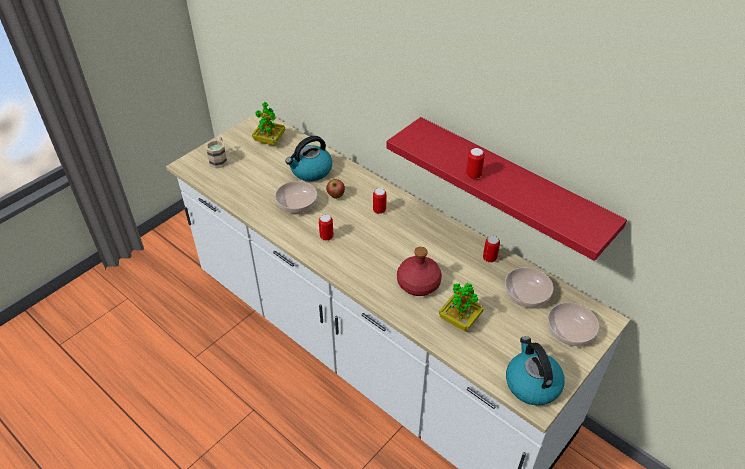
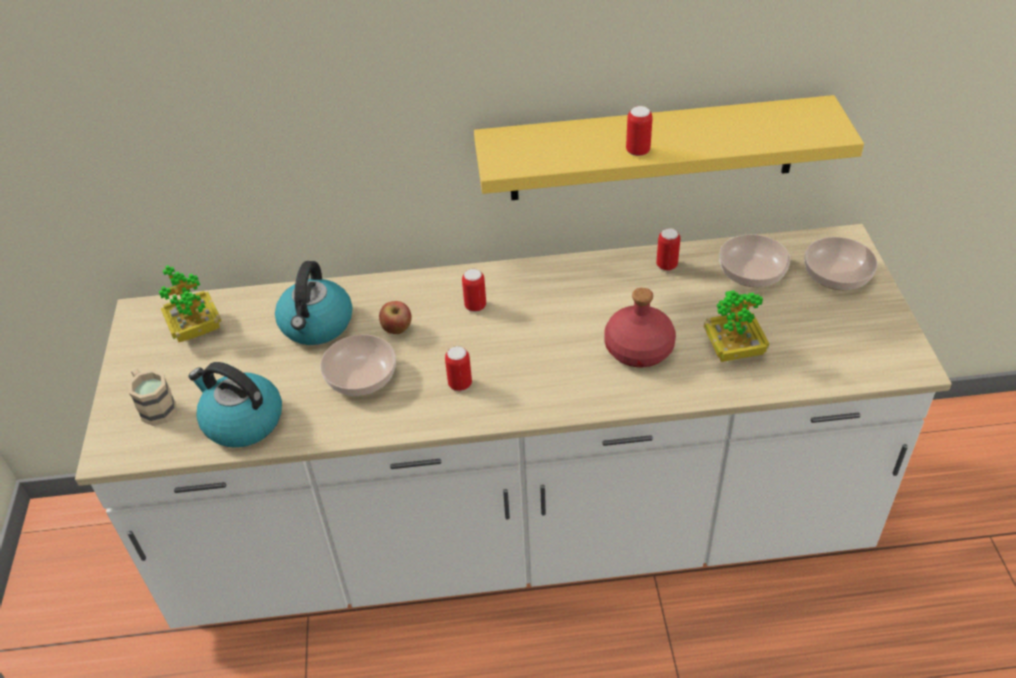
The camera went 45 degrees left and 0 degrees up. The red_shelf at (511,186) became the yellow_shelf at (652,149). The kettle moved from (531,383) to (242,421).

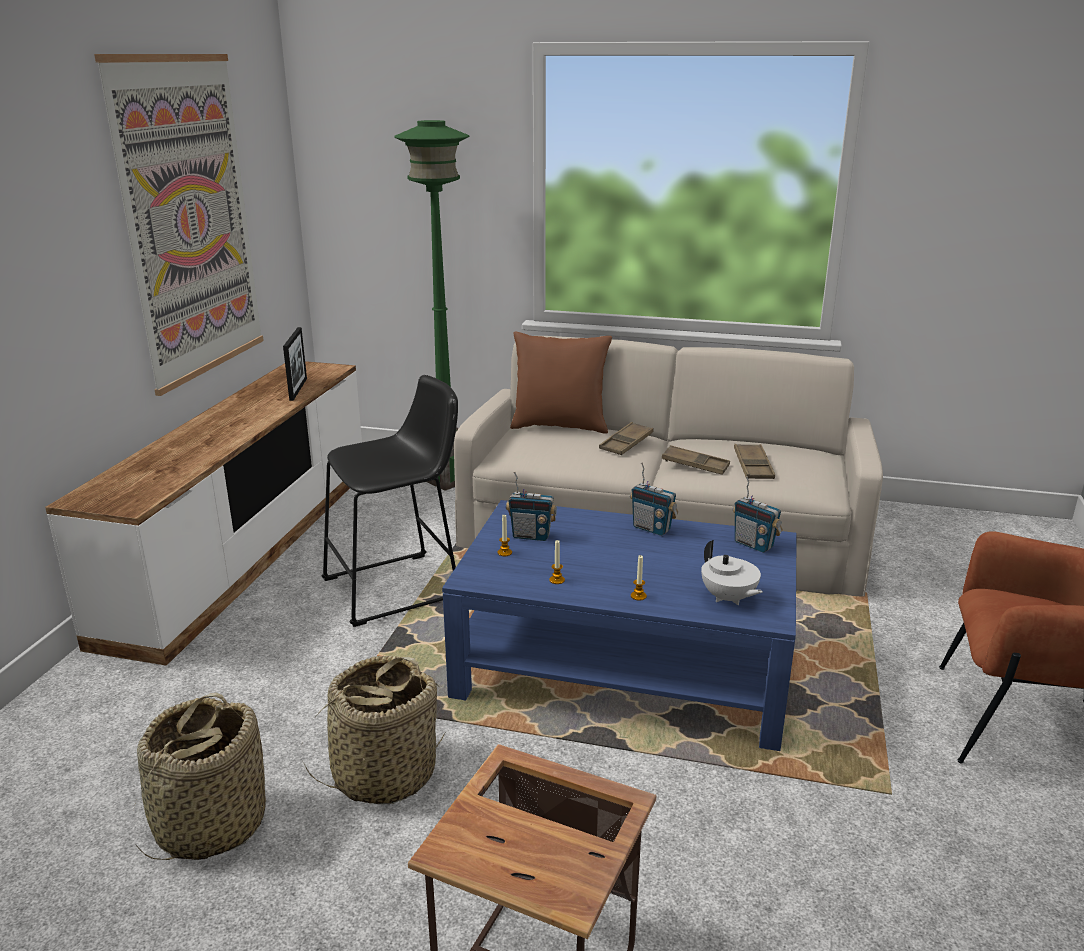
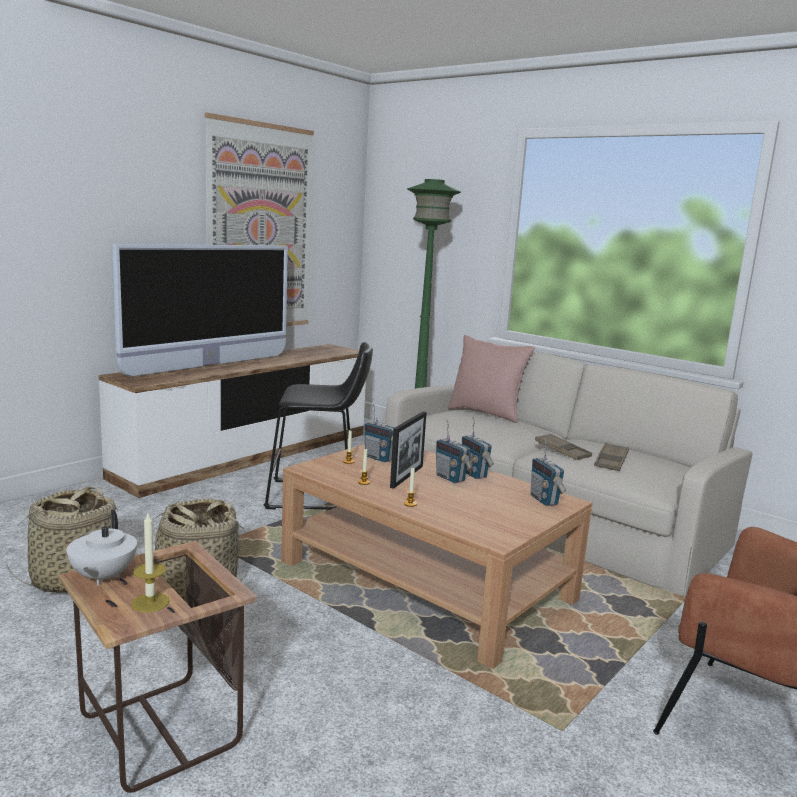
The camera went 25 degrees right and 10 degrees down. The picture_frame moved from (298,389) to (407,476). The blue_coffee_table at (626,665) became the brown_coffee_table at (427,581). The brown_pillow at (560,426) became the pink_pillow at (486,413). The brown_tray at (626,443) disappeared. The white_teapot moved from (728,598) to (102,577). The television at (209,365) appeared. The candle at (150,602) appeared. The radio at (450,478) appeared.

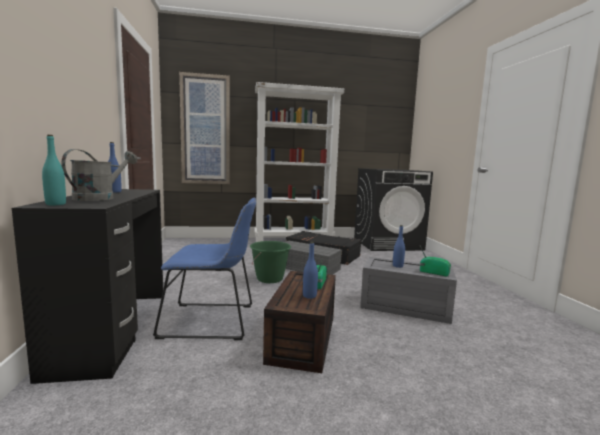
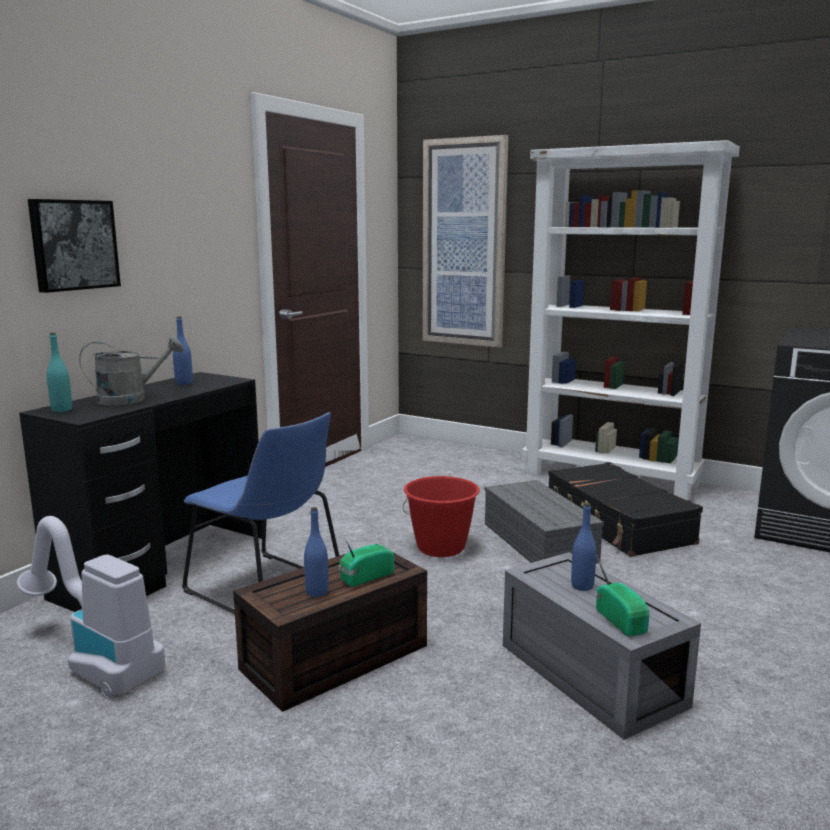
The camera went 40 degrees right and 5 degrees up. The green_bucket at (270,279) became the red_bucket at (441,548). The vacuum_cleaner at (95,661) appeared. The picture at (73,245) appeared.

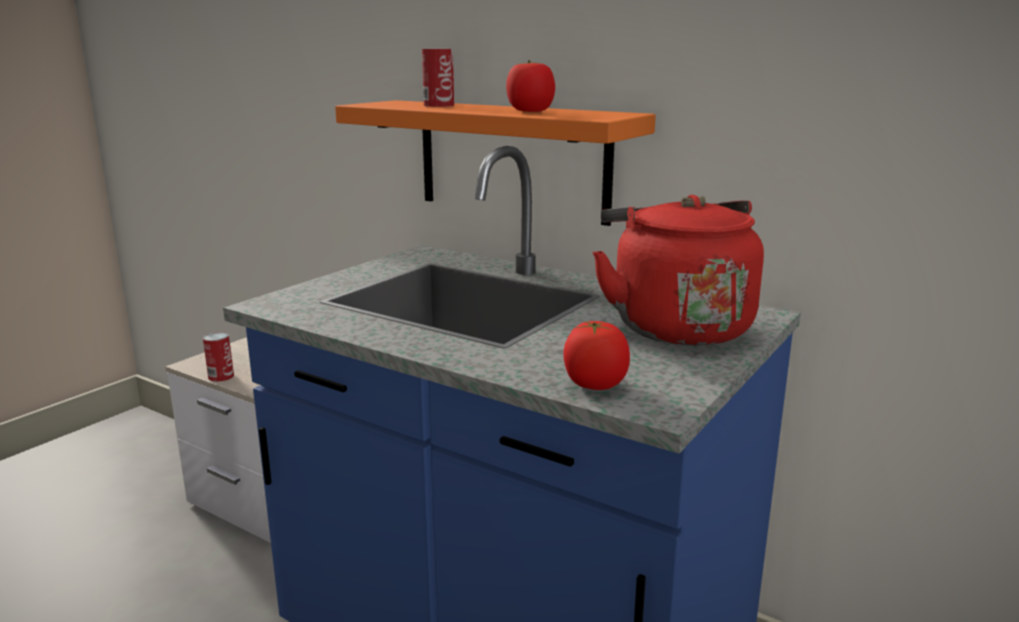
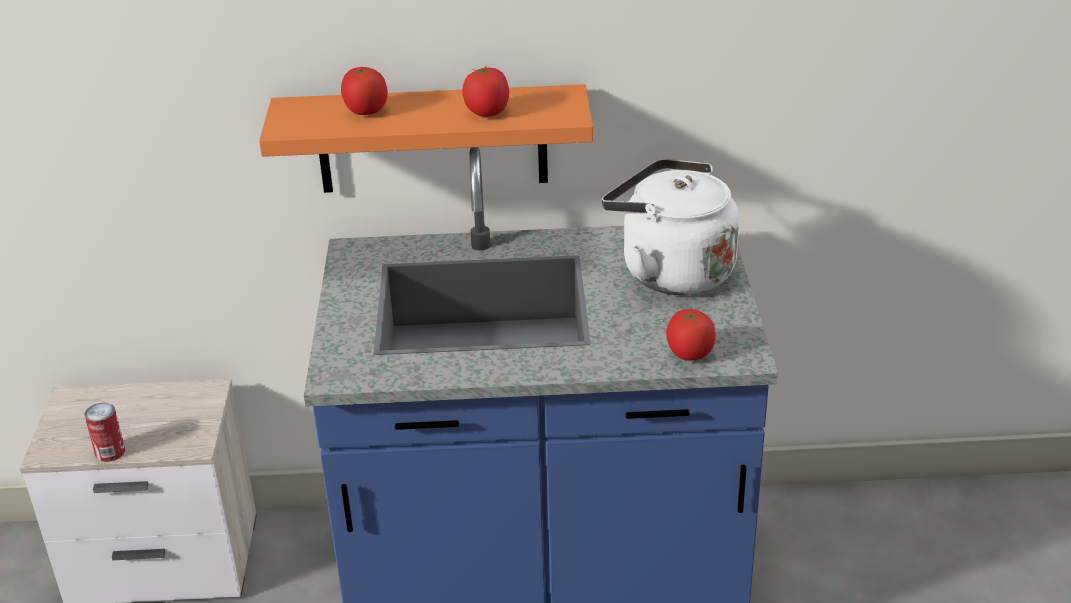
The camera went 35 degrees left and 15 degrees up. The can at (439,105) was replaced by the tomato at (365,111). The red_kettle at (676,326) became the white_kettle at (671,271).

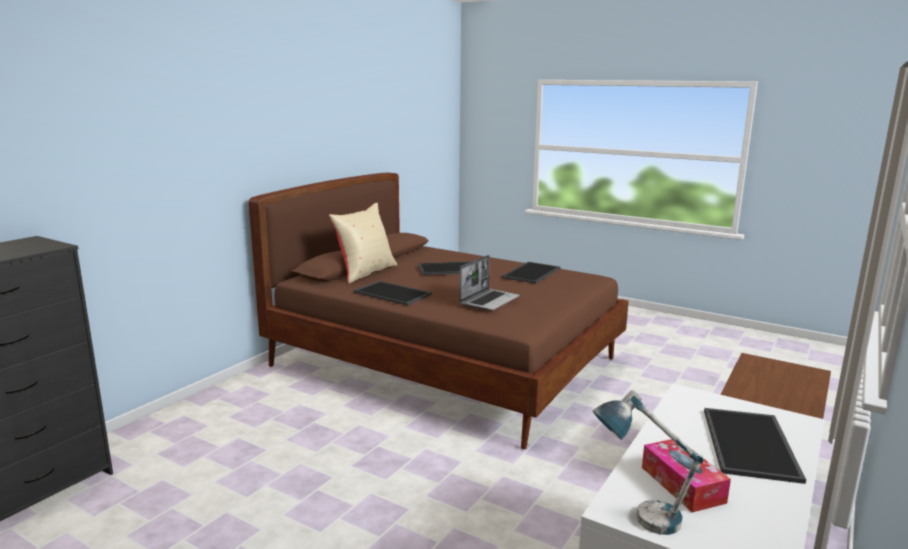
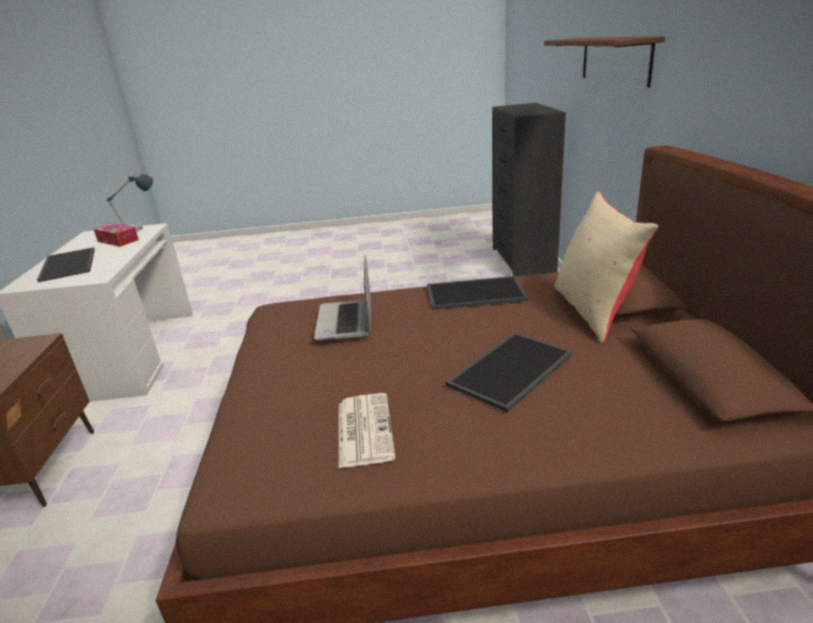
The camera went 145 degrees right and 10 degrees up. The tray at (532,273) was replaced by the newspaper at (363,429). The brown_shelf at (614,59) appeared.

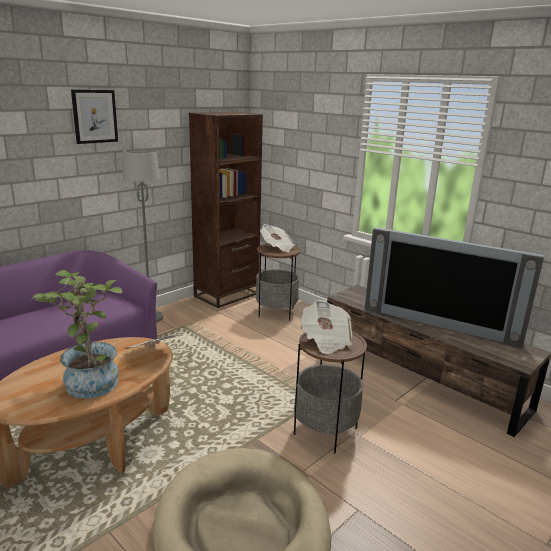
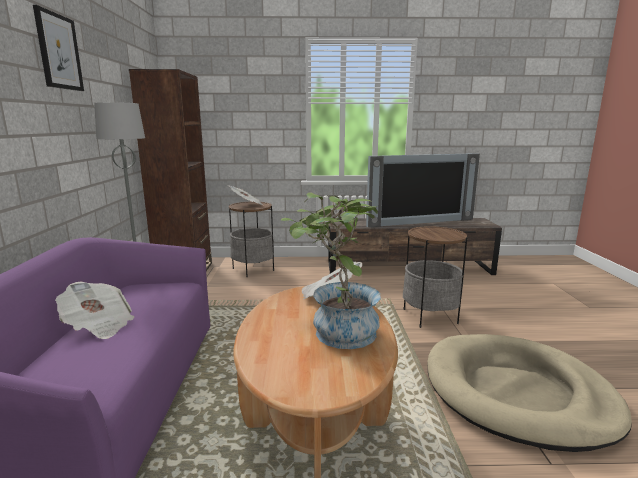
The camera went 45 degrees left and 5 degrees down. The newspaper moved from (325,340) to (98,325).

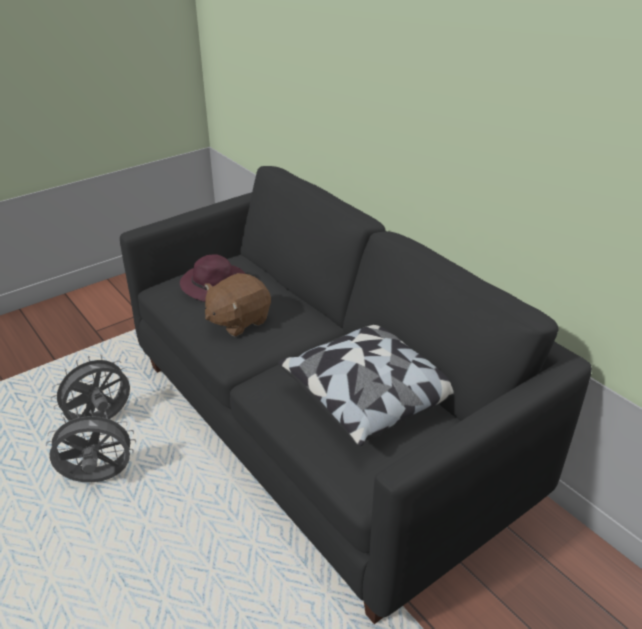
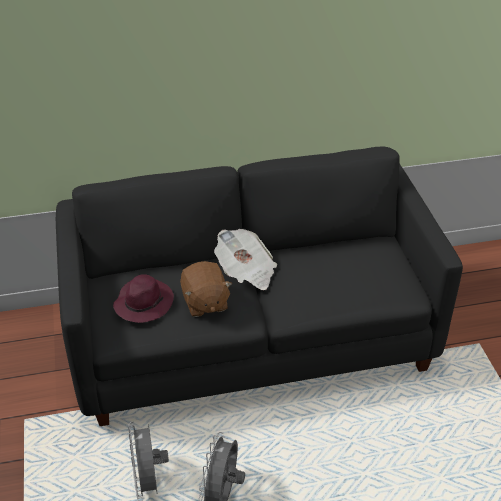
The camera went 65 degrees left and 5 degrees up. The pillow at (371,395) disappeared. The newspaper at (246,271) appeared.

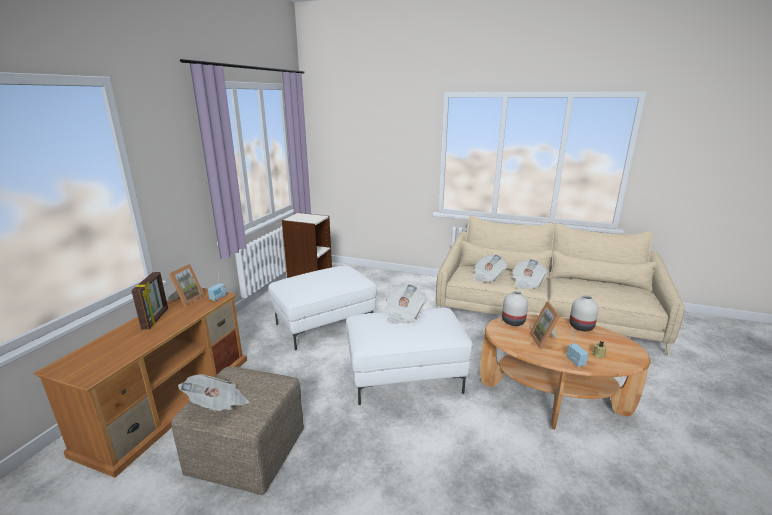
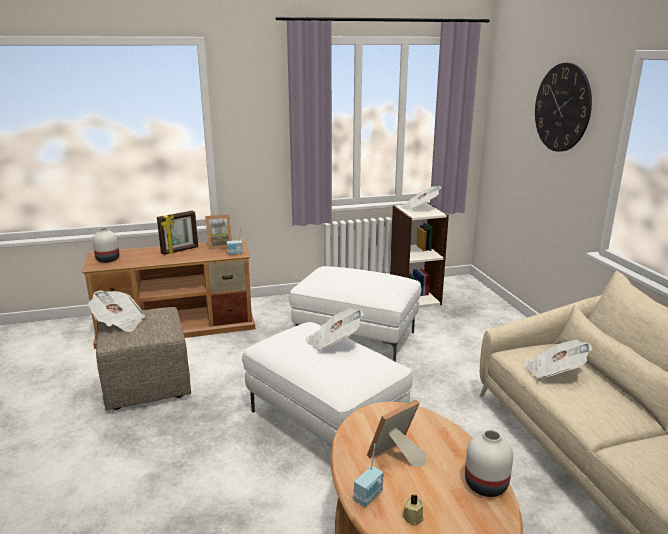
The camera went 55 degrees right and 0 degrees up. The white_vase moved from (512,322) to (107,259). The newspaper moved from (527,283) to (419,208). The wall_clock at (562,108) appeared.

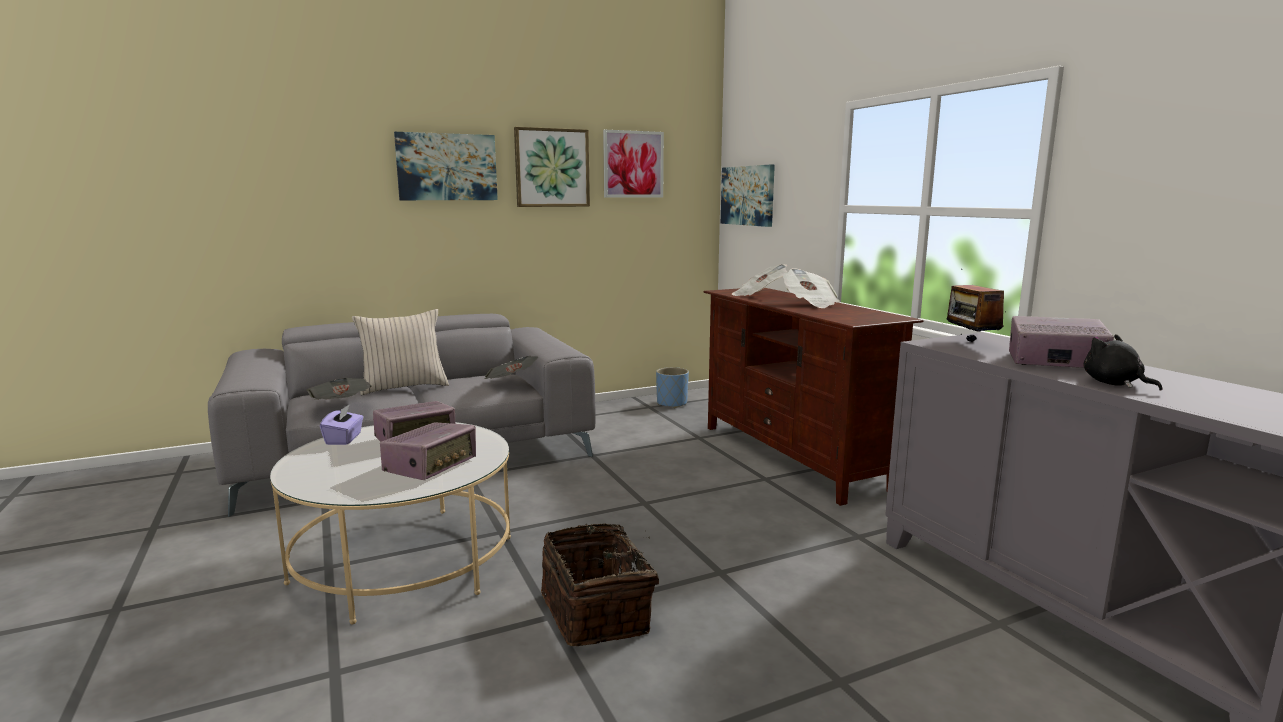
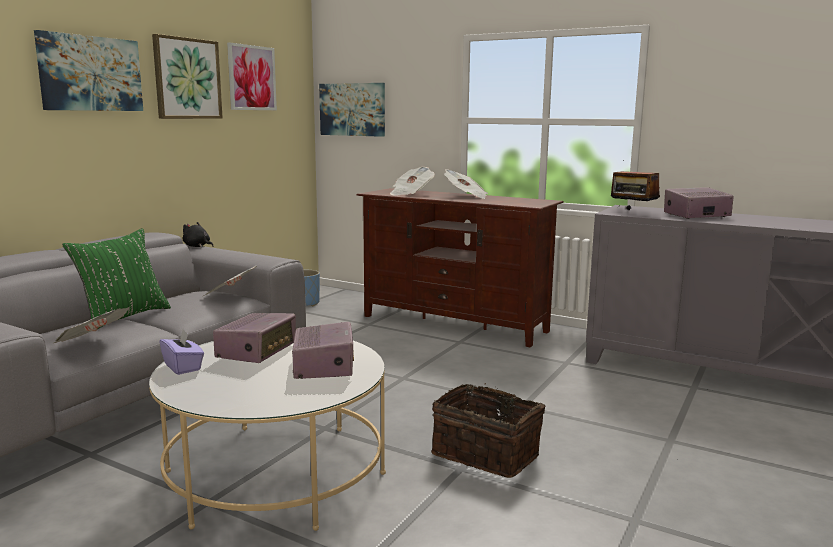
The camera went 35 degrees left and 0 degrees up. The beige_pillow at (403,387) became the green_pillow at (123,317). The black_plush_toy moved from (1114,384) to (197,246).

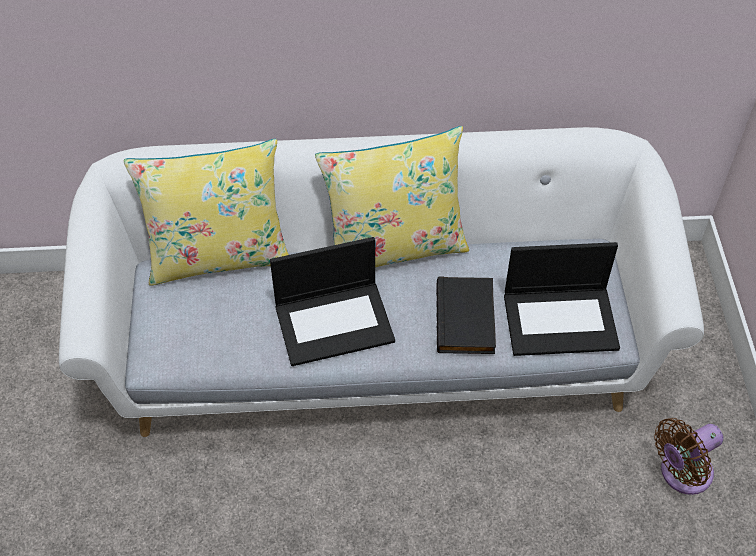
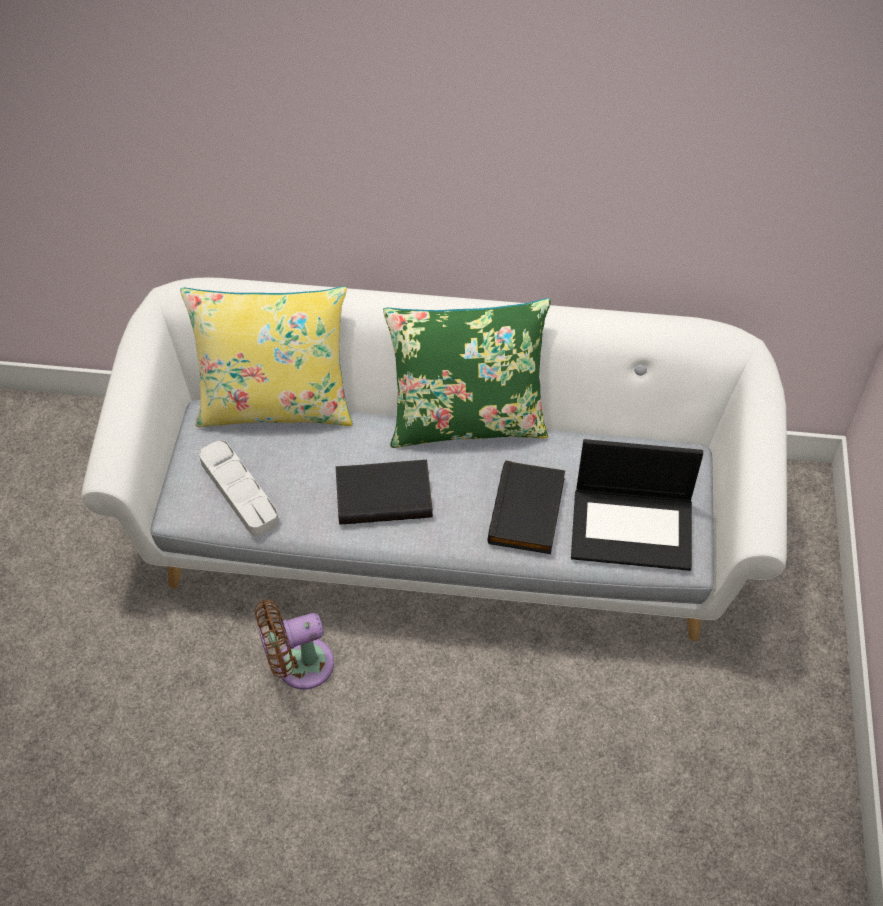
The camera went 10 degrees right and 0 degrees up. The laptop at (335,322) was replaced by the black_book at (384,494). The yellow_pillow at (394,246) became the green_pillow at (467,421). The brown_fan moved from (681,473) to (298,665). The grey_tray at (239,491) appeared.

